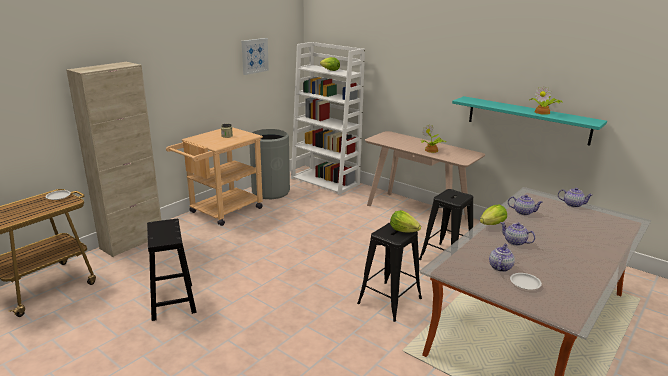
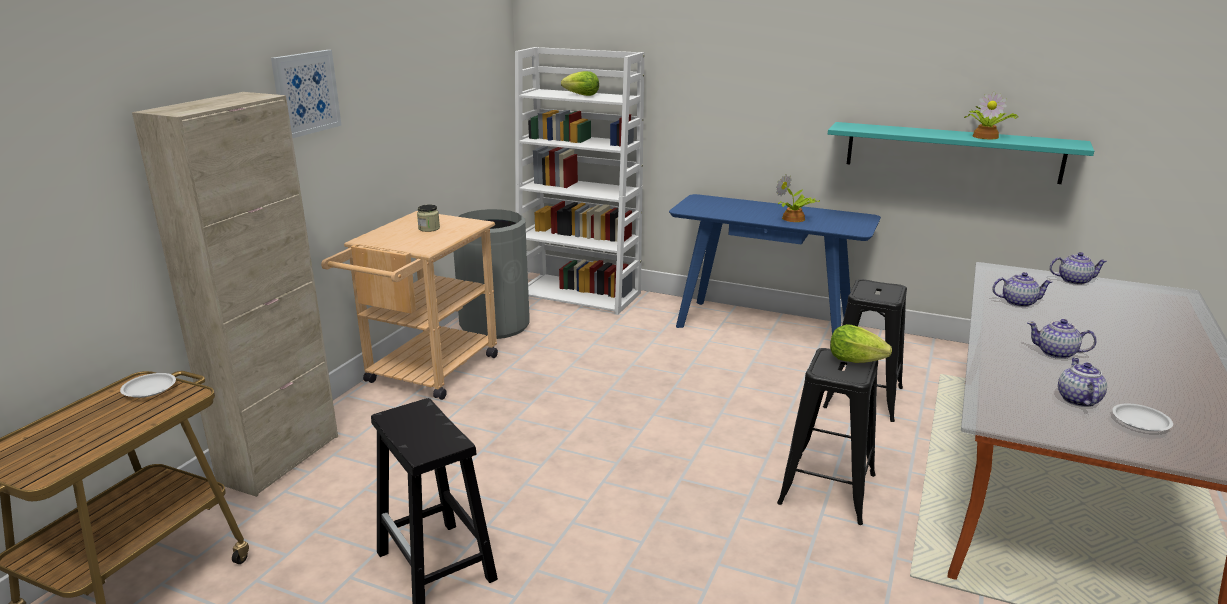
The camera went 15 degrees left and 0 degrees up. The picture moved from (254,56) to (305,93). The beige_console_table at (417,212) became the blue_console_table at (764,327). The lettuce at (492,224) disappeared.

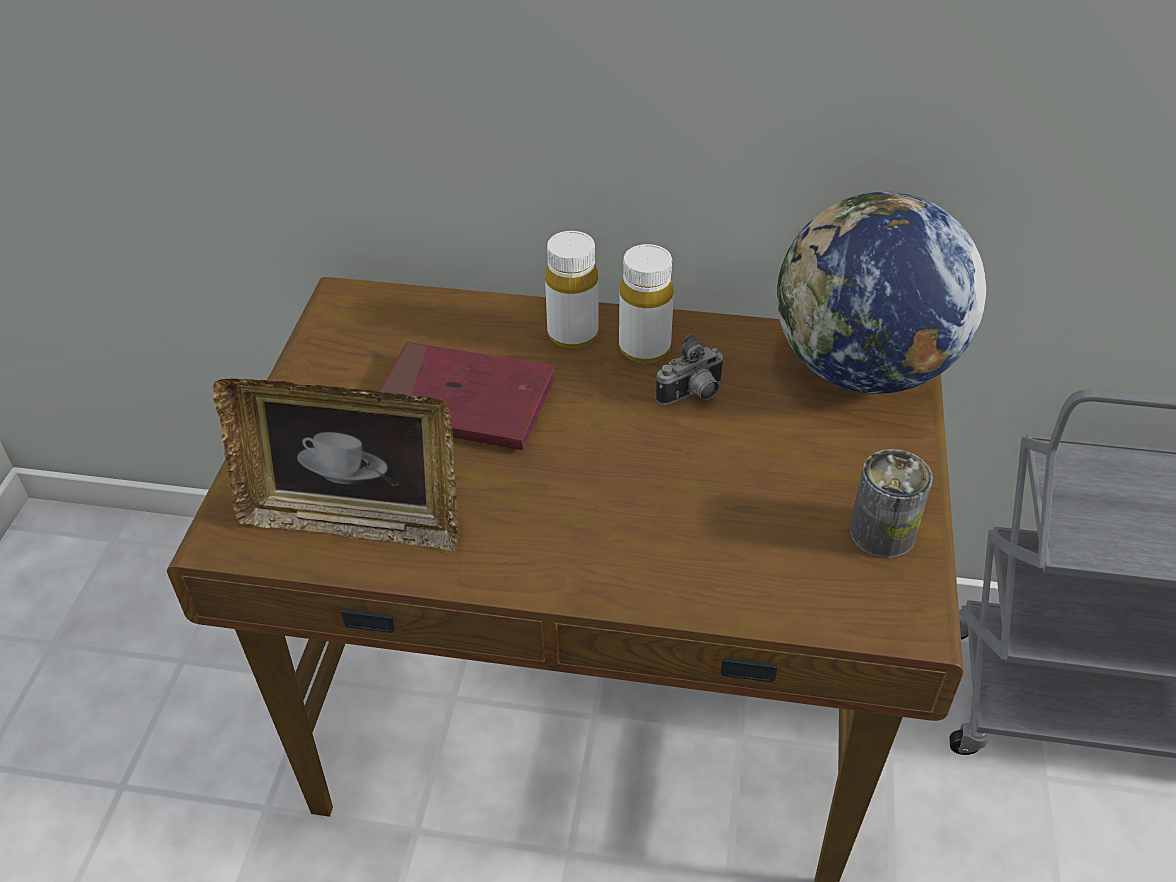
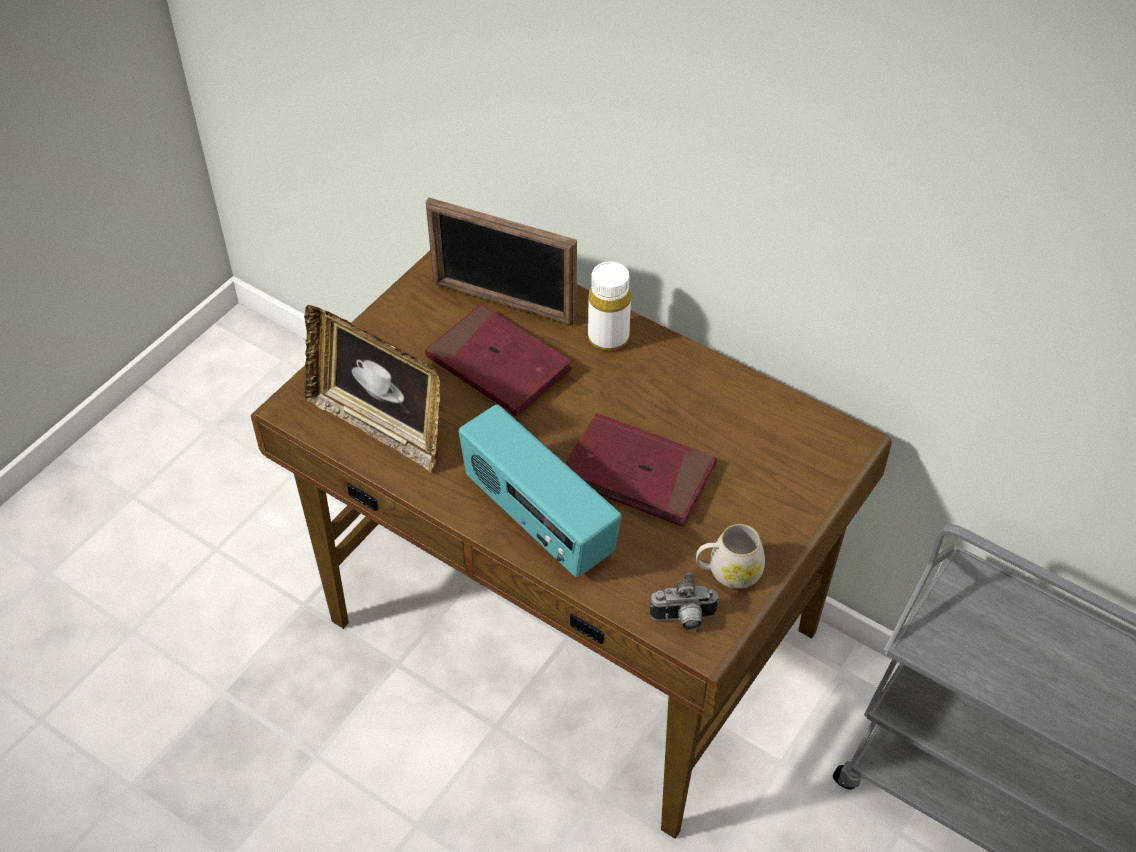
The camera went 25 degrees right and 5 degrees up. The white_bottle at (644,348) disappeared. The photo_camera moved from (692,395) to (683,619). The globe at (862,369) disappeared. The can at (882,533) was replaced by the white_mug at (728,572). The picture_frame at (503,303) appeared. The radio at (537,521) appeared. The red_book at (638,474) appeared.

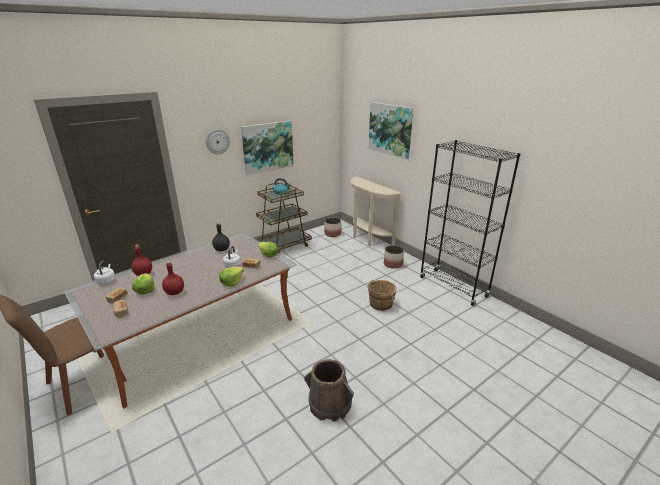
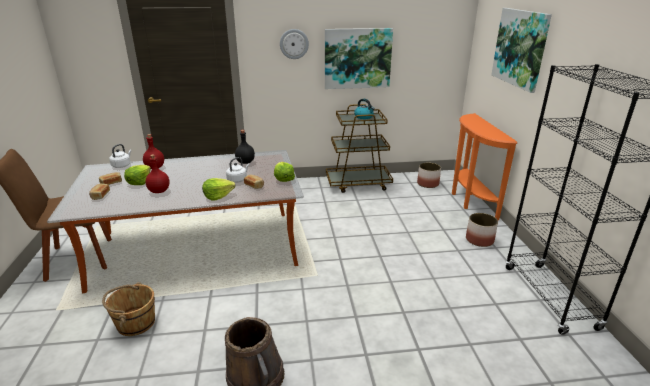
The camera went 30 degrees right and 0 degrees up. The beige_console_table at (367,239) became the orange_console_table at (469,200). The brown_bucket moved from (380,304) to (135,323).

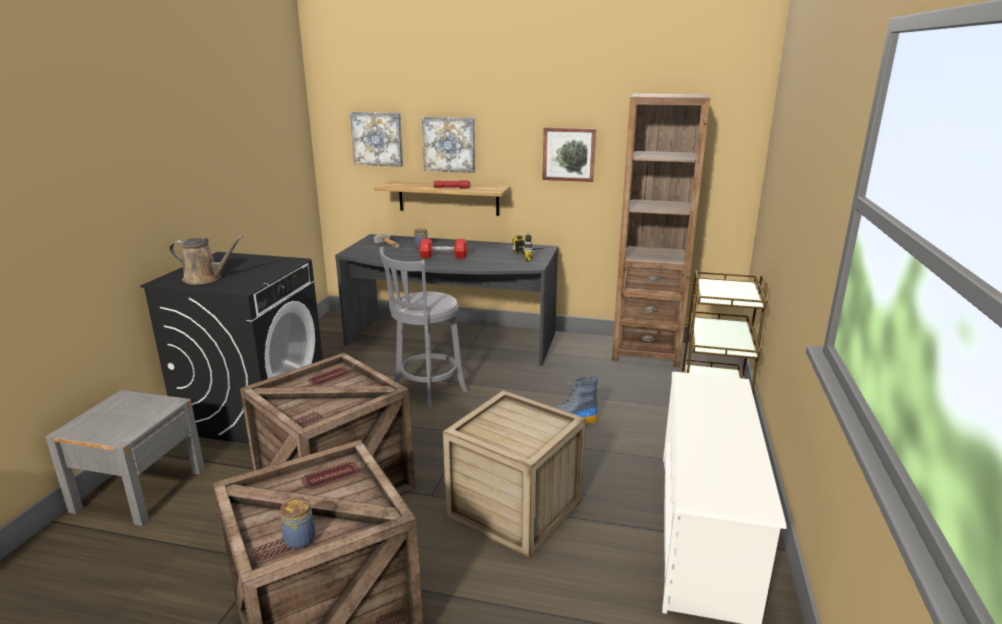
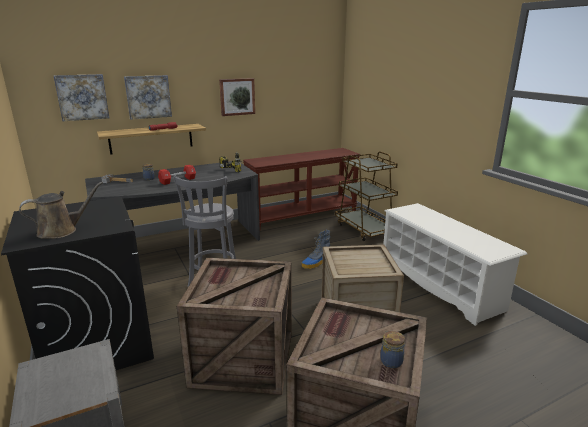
The camera went 40 degrees left and 0 degrees up. The brown_bookcase at (646,352) was replaced by the brown_console_table at (302,216).

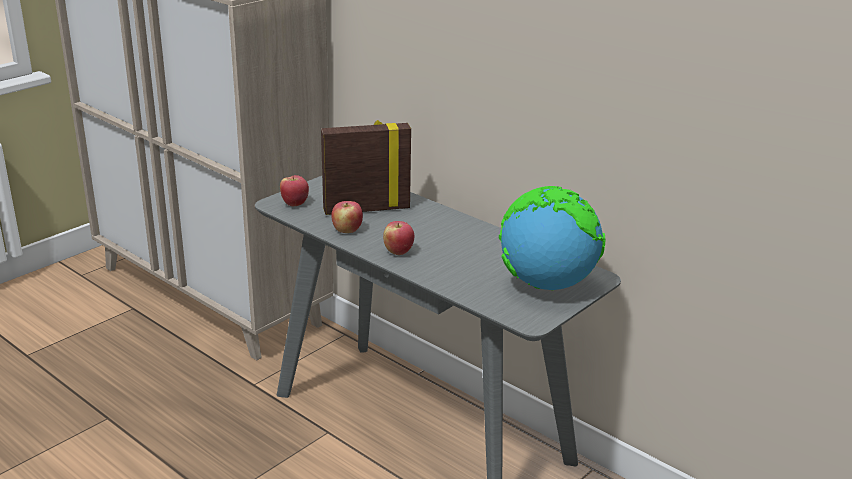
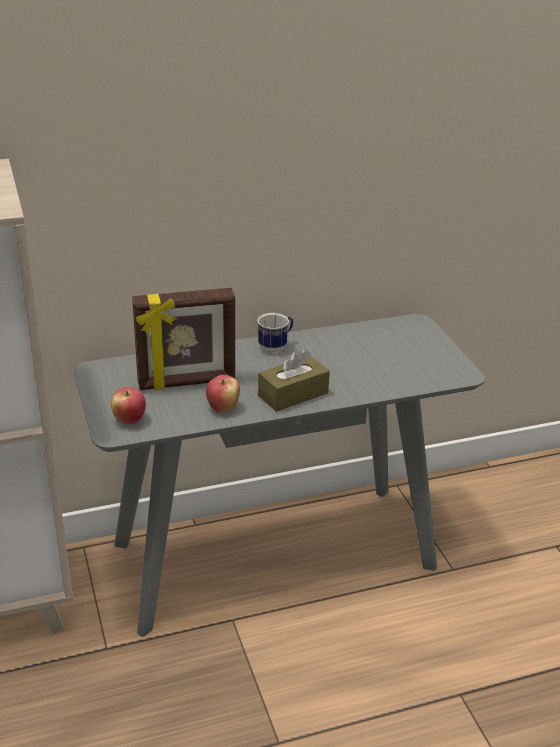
The camera went 60 degrees left and 5 degrees up. The picture_frame at (366,209) turned 120 degrees counterclockwise. The apple at (398,252) was replaced by the brown_tissue_box at (293,394). The globe at (546,284) disappeared. The mug at (276,346) appeared.

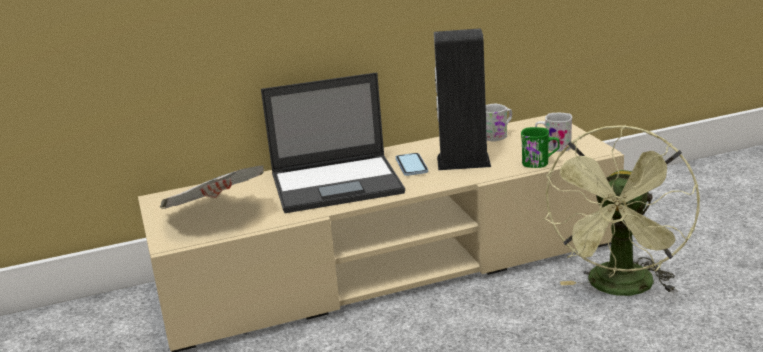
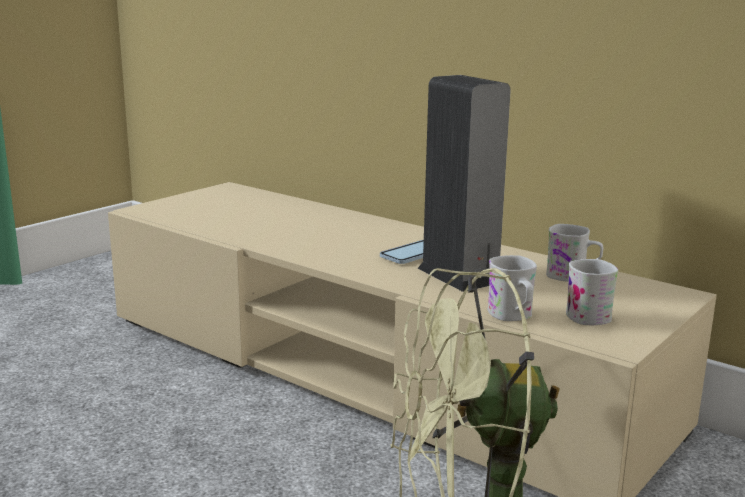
The camera went 55 degrees right and 5 degrees down. The newspaper at (216,215) disappeared. The laptop at (338,184) disappeared. The green_mug at (540,163) became the white_mug at (513,316).

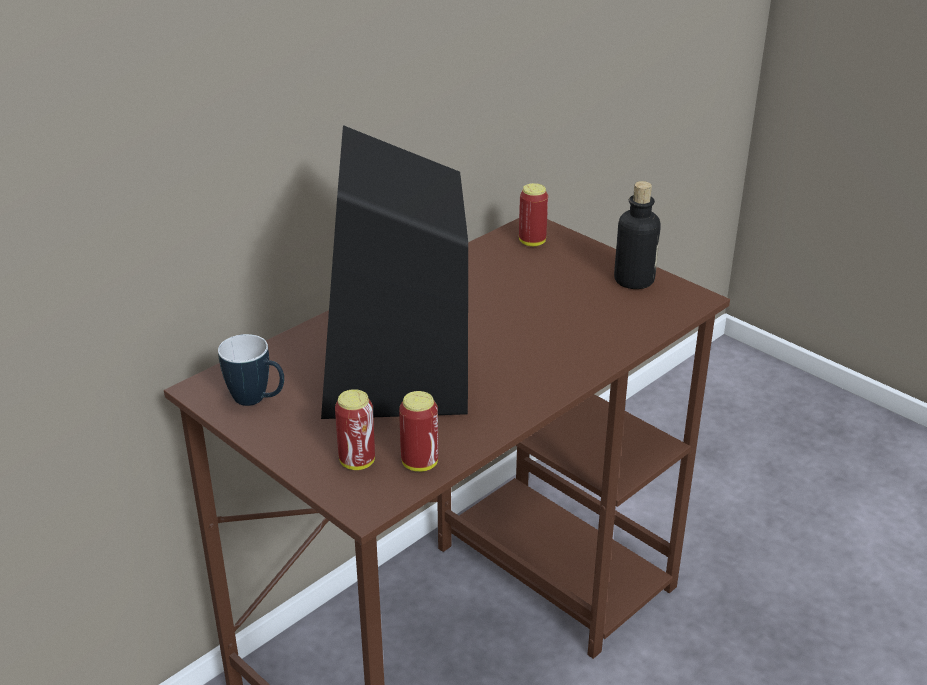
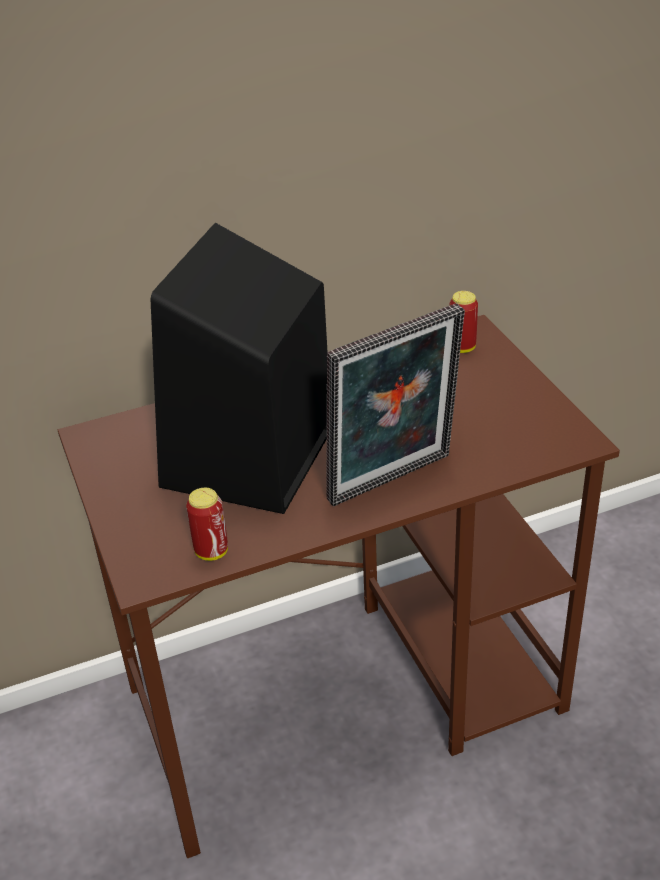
The camera went 25 degrees right and 5 degrees up. The mug at (257,400) disappeared. The can at (357,462) disappeared. The bottle at (634,280) disappeared. The picture_frame at (394,482) appeared.

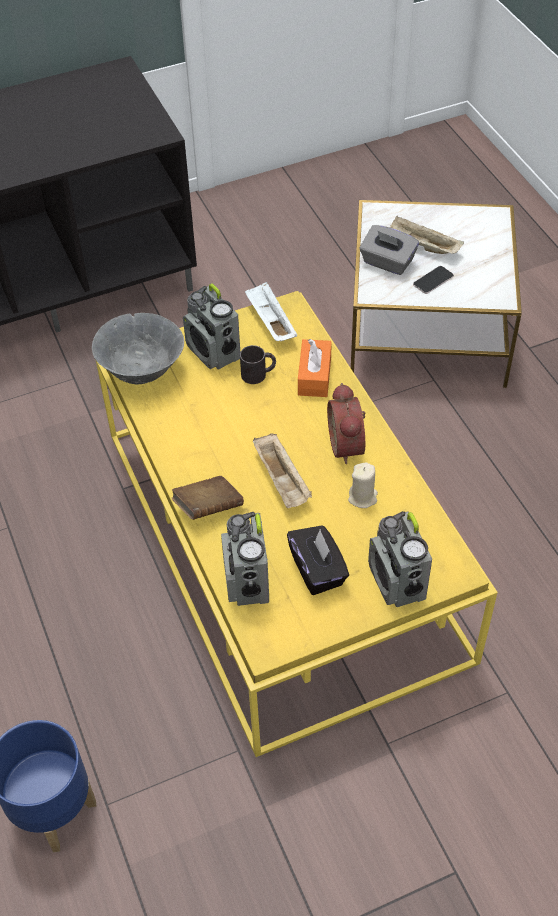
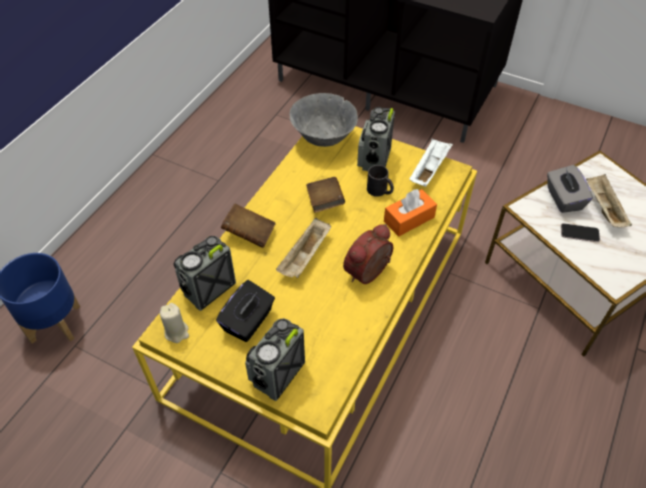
The camera went 50 degrees right and 0 degrees up. The beige_candle moved from (363,497) to (177,332). The brown_book at (325,202) appeared.

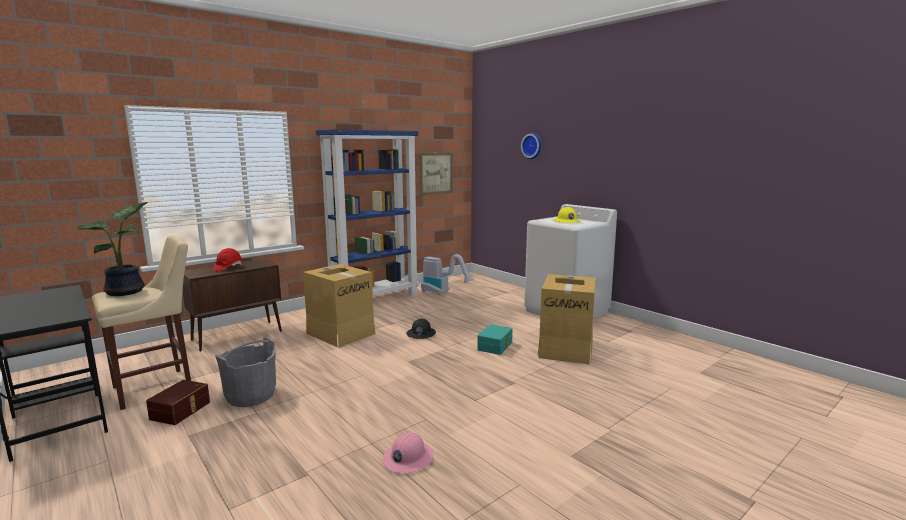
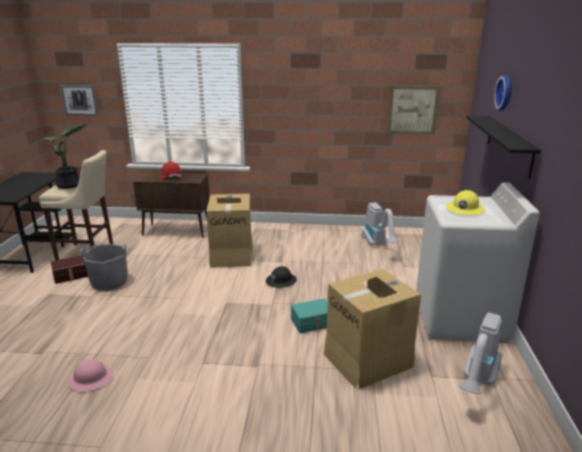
The camera went 45 degrees right and 10 degrees up. The blue_bookcase at (375,299) disappeared. The picture at (80,100) appeared. The vacuum_cleaner at (478,381) appeared. The black_shelf at (509,145) appeared.

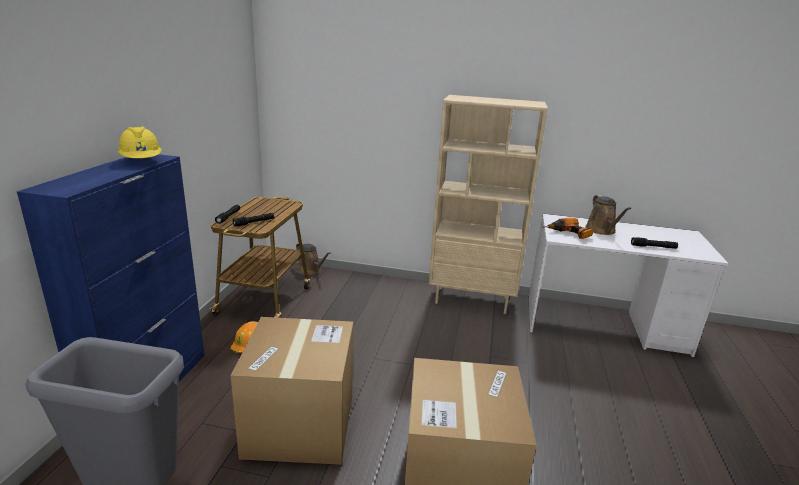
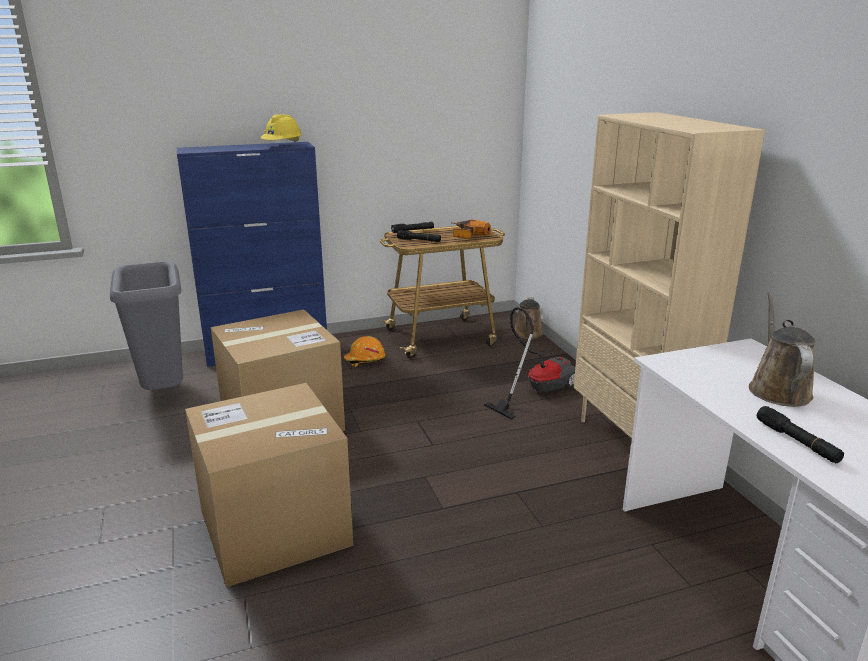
The camera went 60 degrees right and 0 degrees up. The power_drill moved from (569,234) to (465,235). The brown_watering_can at (602,230) turned 135 degrees clockwise. The vacuum_cleaner at (537,390) appeared.

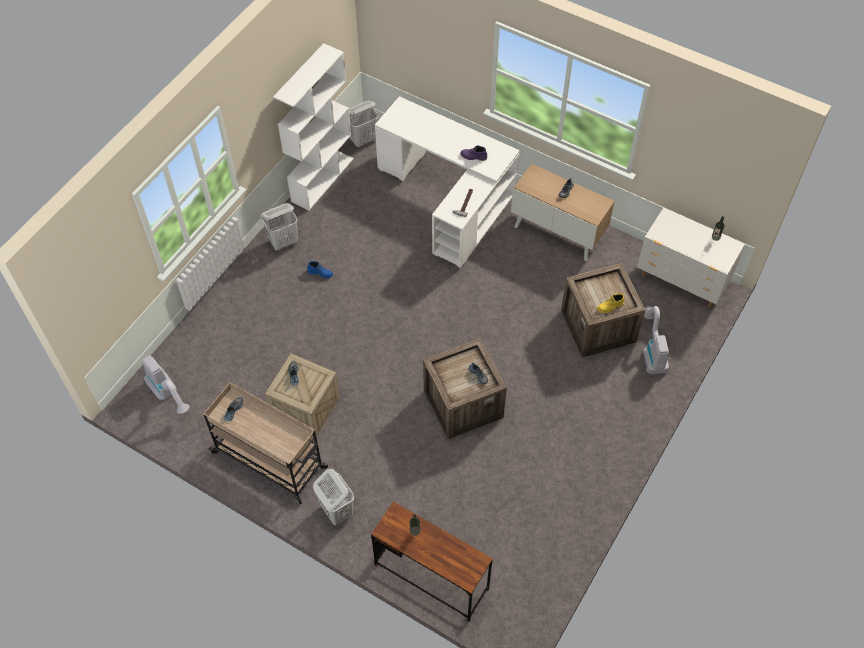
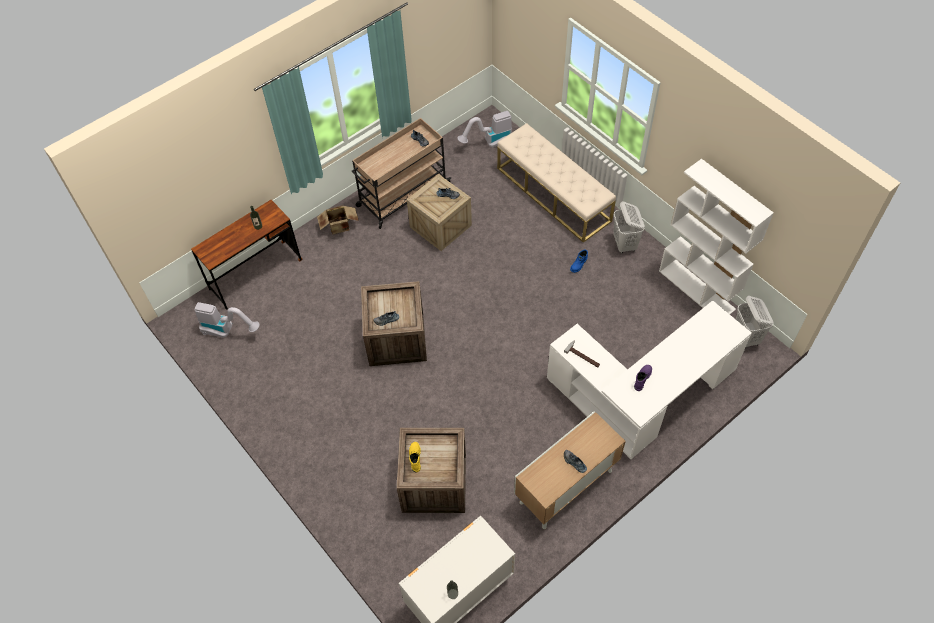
The camera went 110 degrees right and 0 degrees up. The white_laundry_basket at (336,510) was replaced by the cardboard_box at (340,227). The vacuum_cleaner moved from (652,351) to (227,330). The beige_bench at (553,194) appeared.

